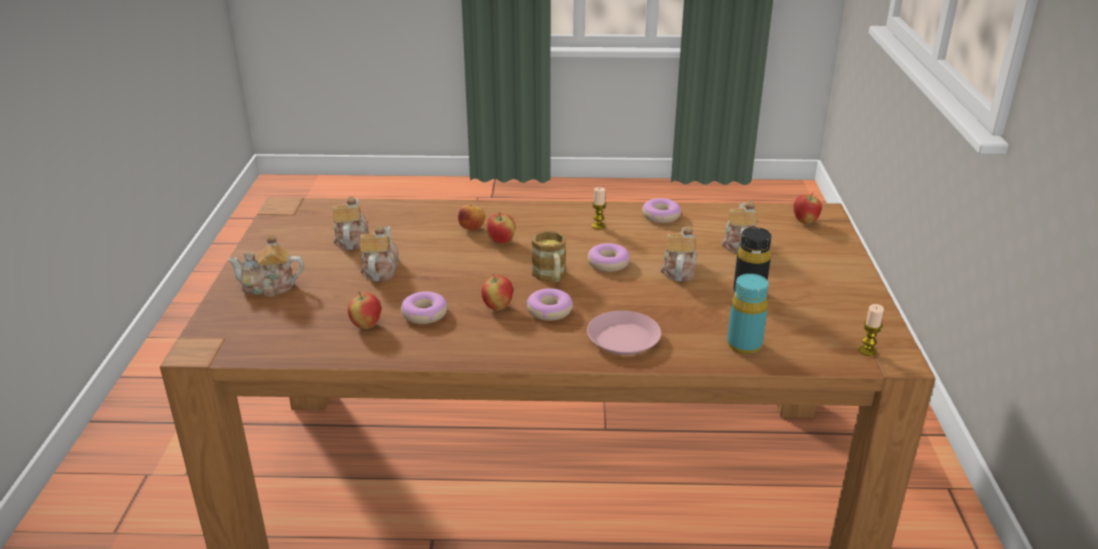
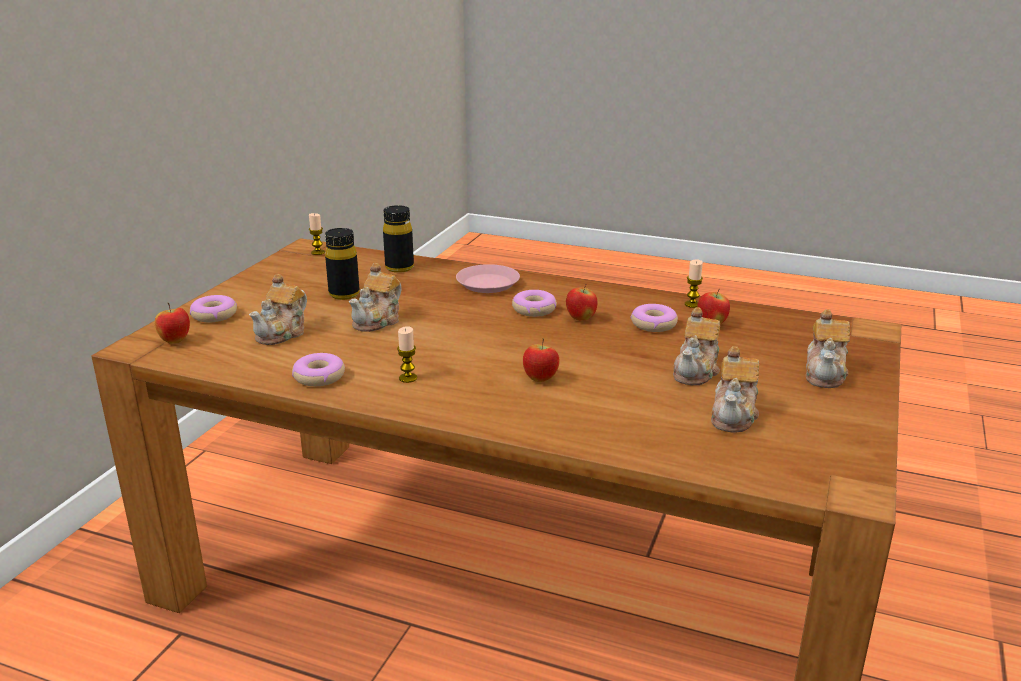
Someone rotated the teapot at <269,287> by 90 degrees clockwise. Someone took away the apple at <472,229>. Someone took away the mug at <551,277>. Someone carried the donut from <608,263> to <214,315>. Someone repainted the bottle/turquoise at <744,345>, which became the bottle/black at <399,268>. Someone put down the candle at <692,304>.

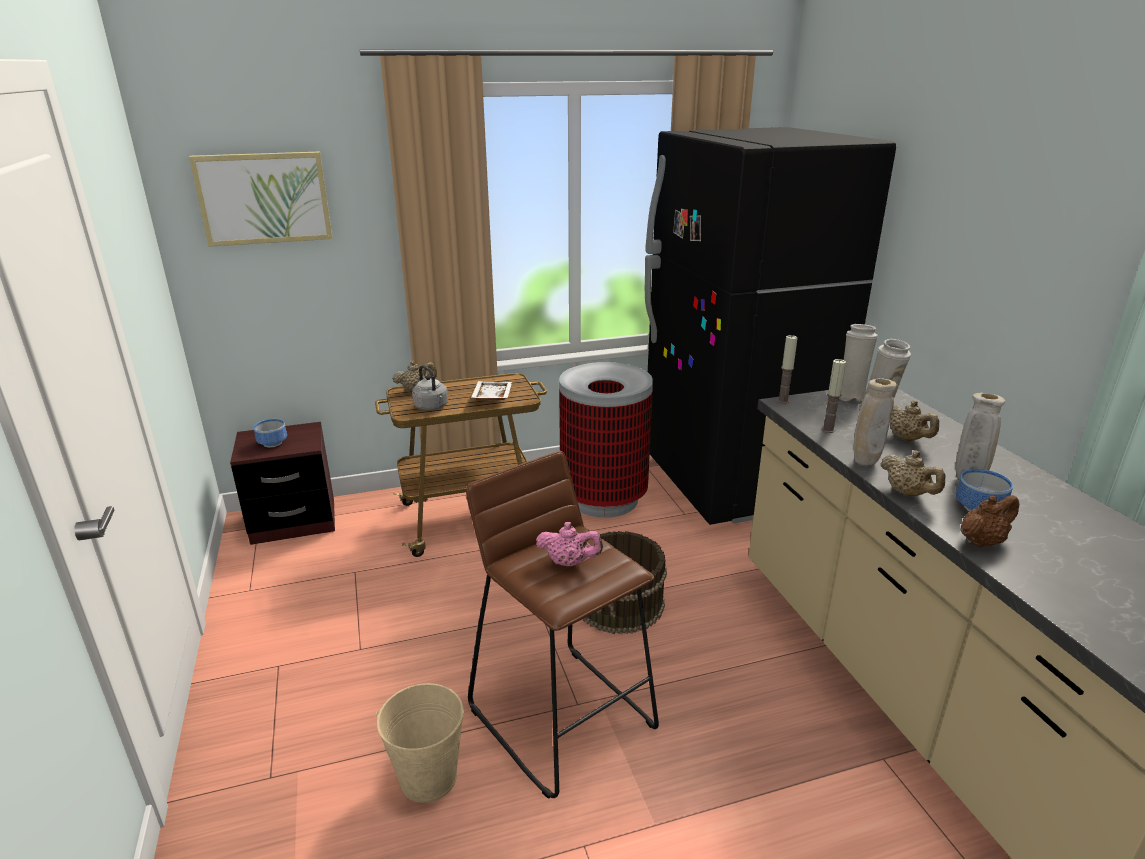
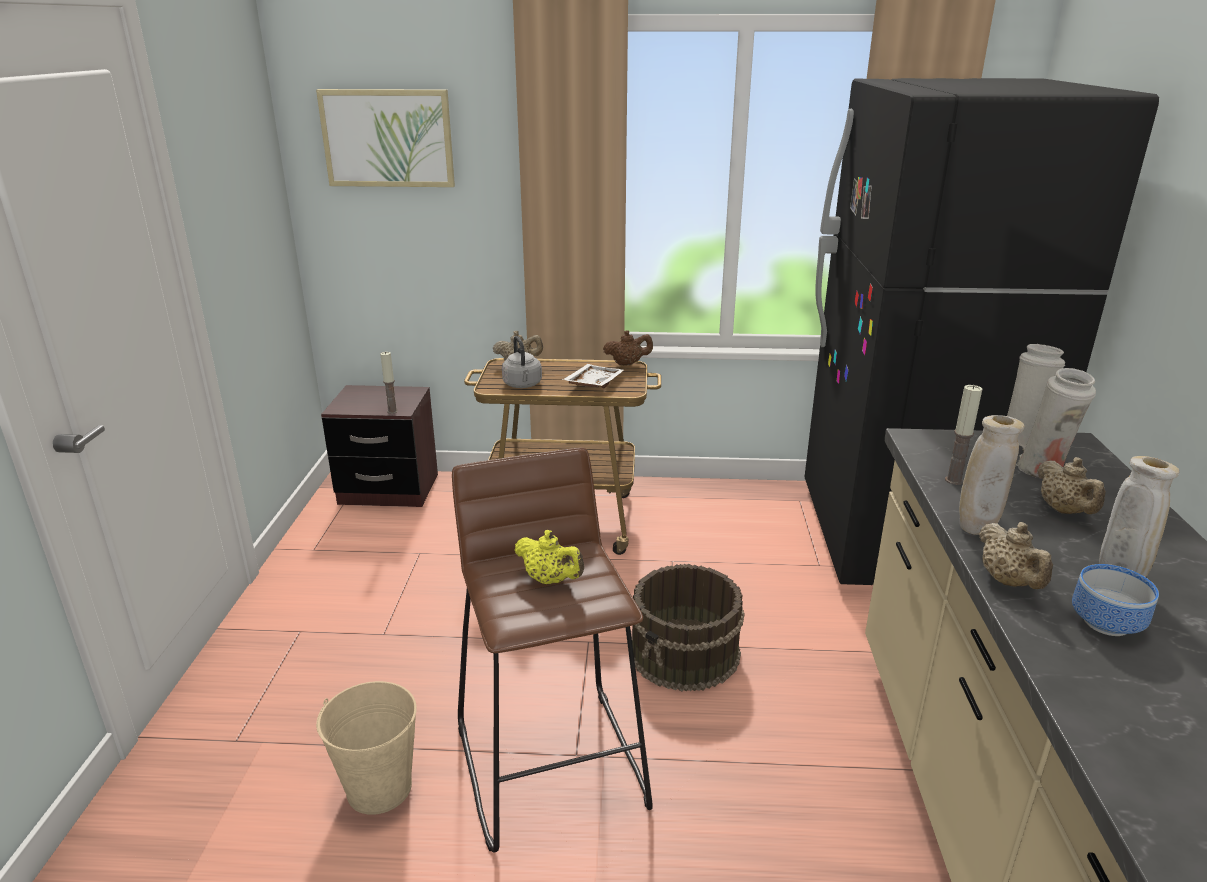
Someone took away the bowl at <274,443>. Someone repainted the teapot/pink at <569,563>, which became the teapot/yellow at <550,580>. Someone took away the trash can at <604,498>. Someone carried the candle from <783,401> to <392,411>. Someone carried the teapot/brown from <982,541> to <627,364>.

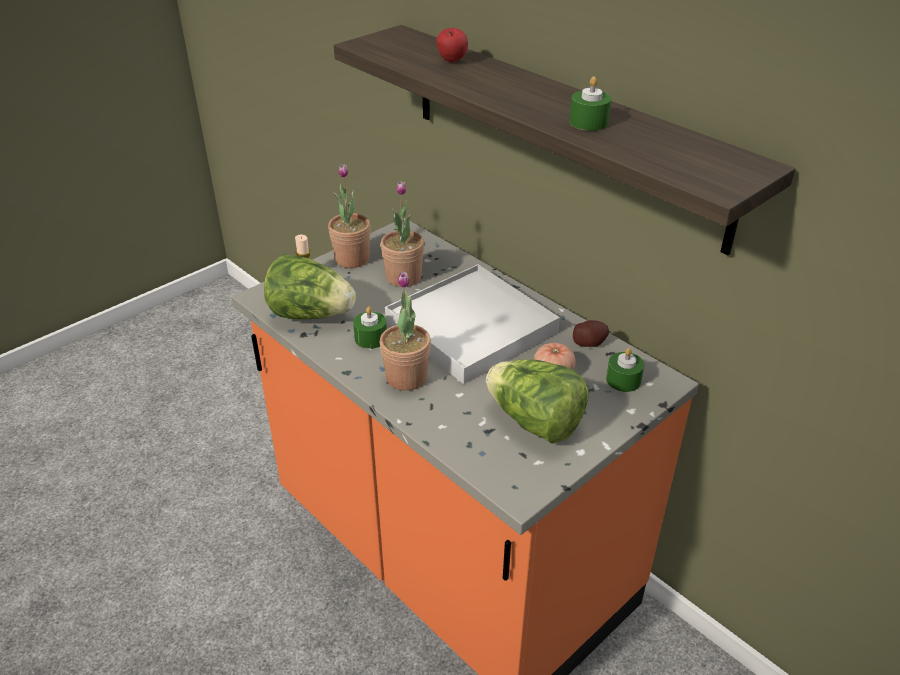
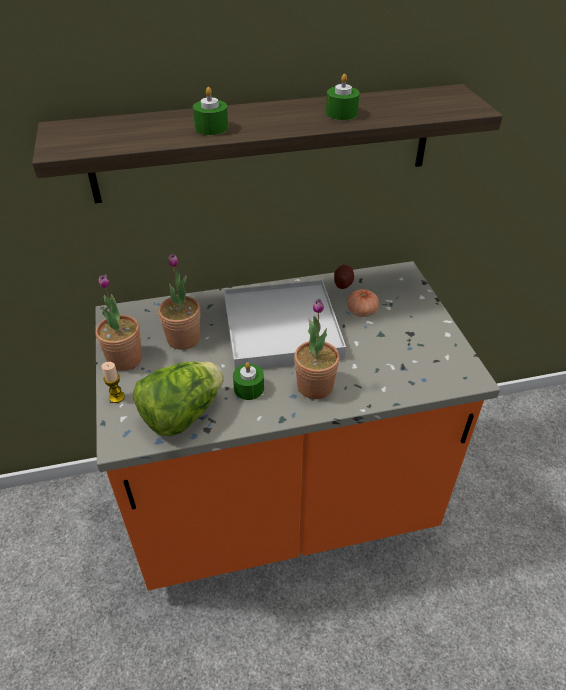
Someone took away the apple at <452,62>. Someone took away the lettuce at <534,422>. Someone carried the candle/green from <623,380> to <211,128>.

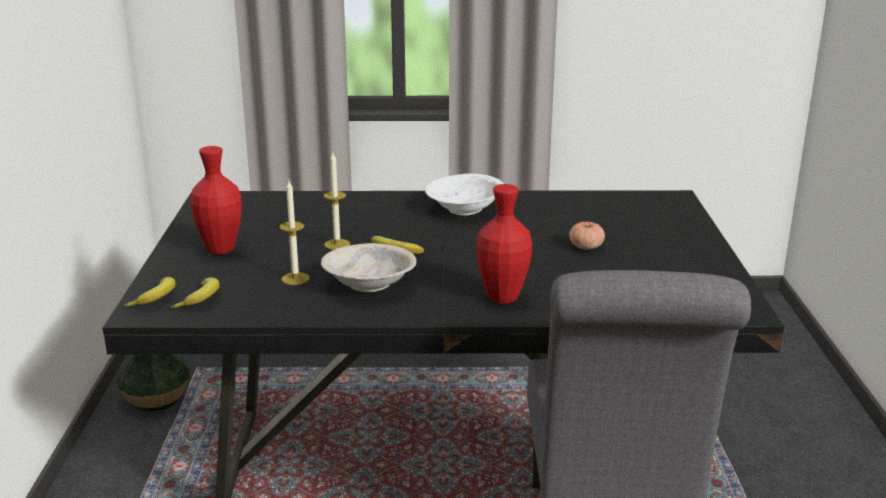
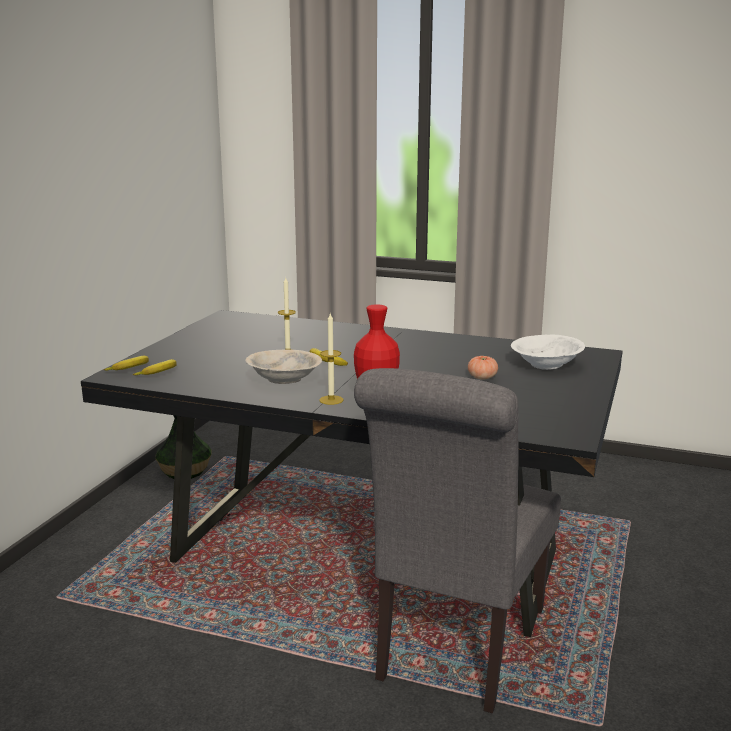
Someone took away the vase/red at <220,250>. Someone carried the candle from <295,278> to <331,400>. Someone carried the bowl/white from <465,209> to <546,365>.

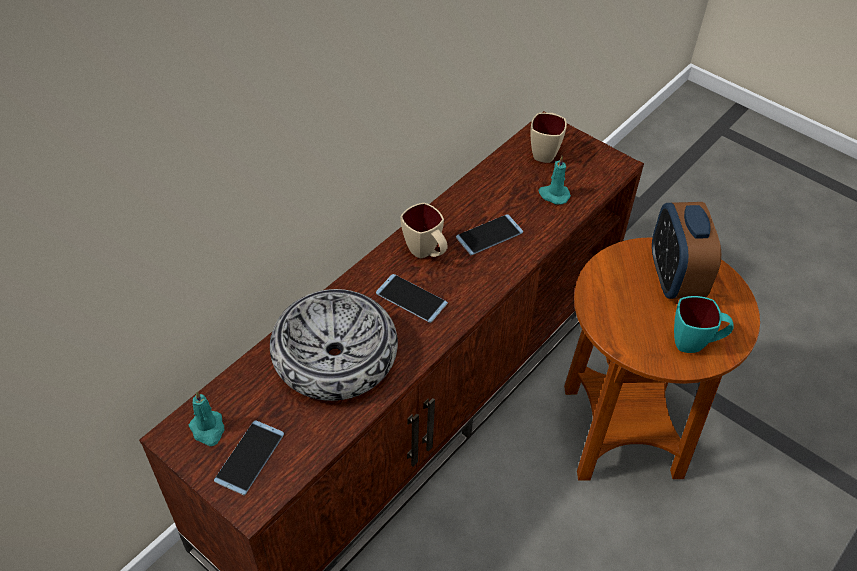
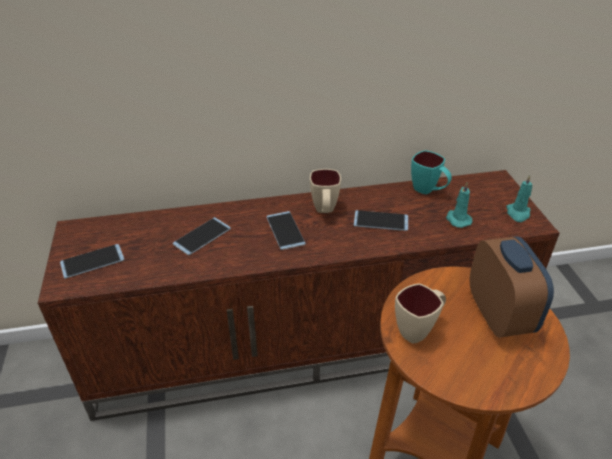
Someone carried the candle/turquoise from <208,429> to <518,213>. Someone swapped the bowl at <334,356> for the phone at <202,236>. Someone carried the mug/beige from <545,151> to <418,329>. Someone rotated the alarm clock at <674,278> by 135 degrees clockwise. Someone carried the mug/turquoise from <695,343> to <428,191>.

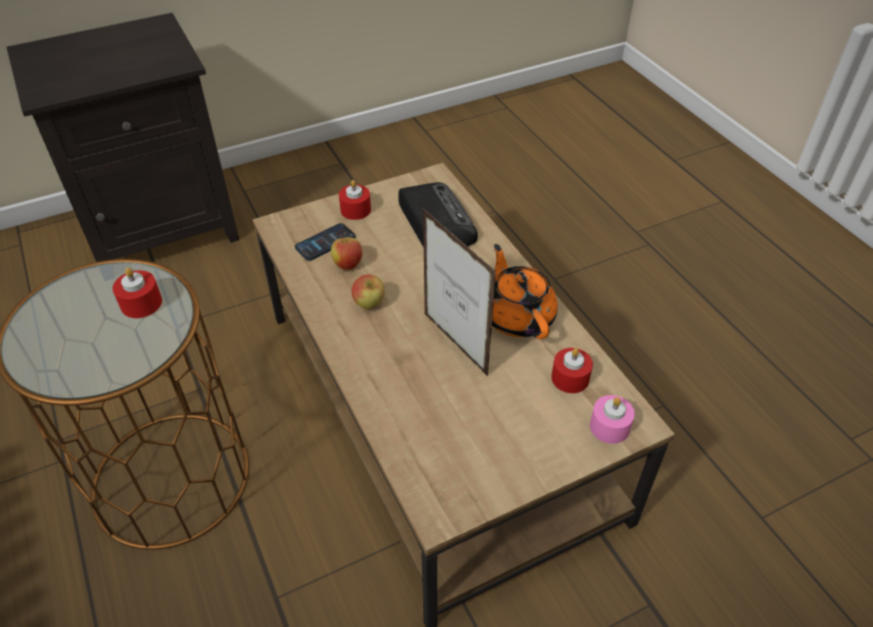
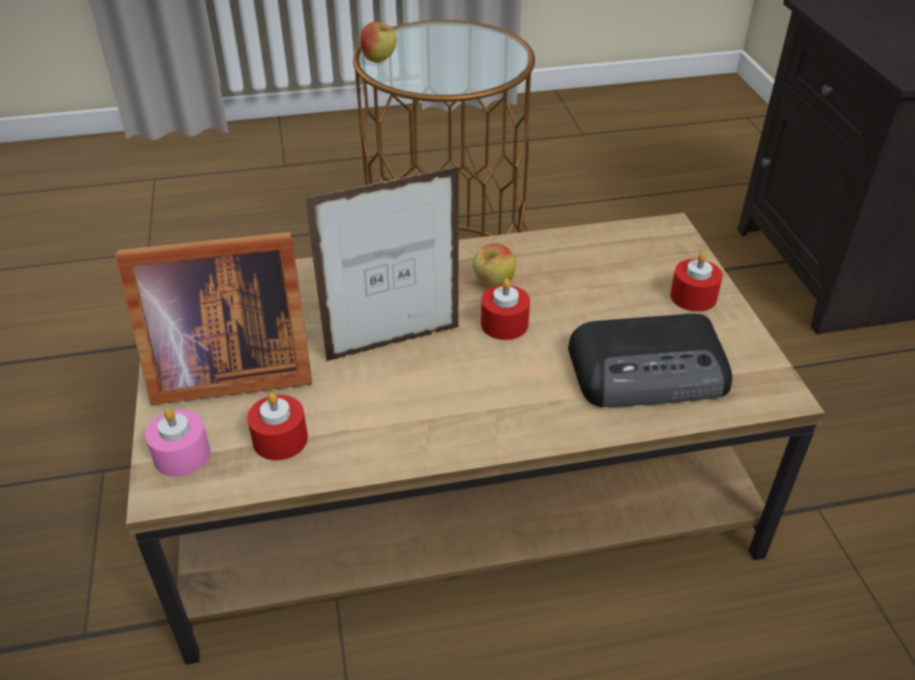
Someone carried the candle/red from <141,303> to <504,324>. Someone took away the phone at <325,242>. Someone carried the apple from <348,264> to <379,60>. Someone took away the teapot/orange at <517,316>. Someone put down the picture frame at <225,370>.

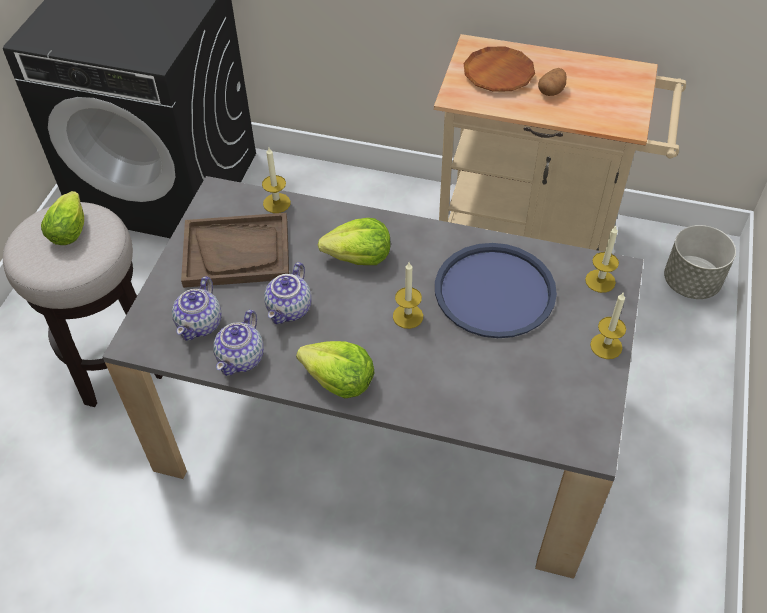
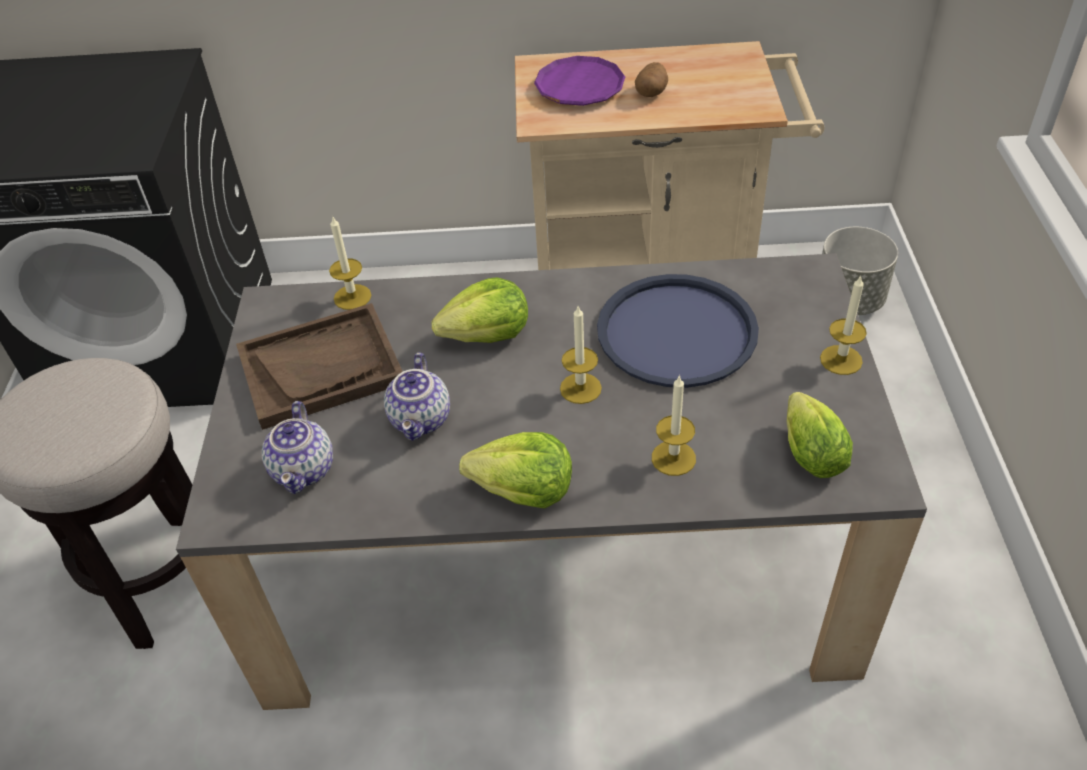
Someone carried the lettuce from <70,229> to <809,450>. Someone took away the teapot at <242,358>. Someone repainted the plate/brown at <498,74>, which became the plate/purple at <579,87>. Someone carried the candle from <600,281> to <673,458>.

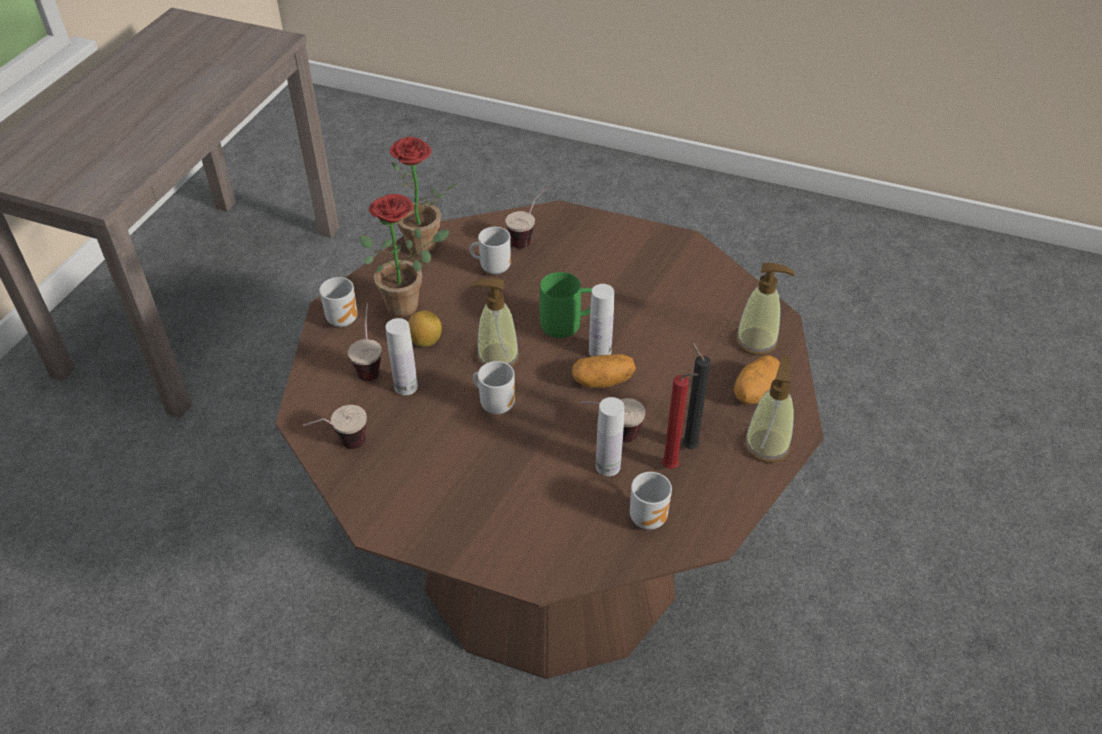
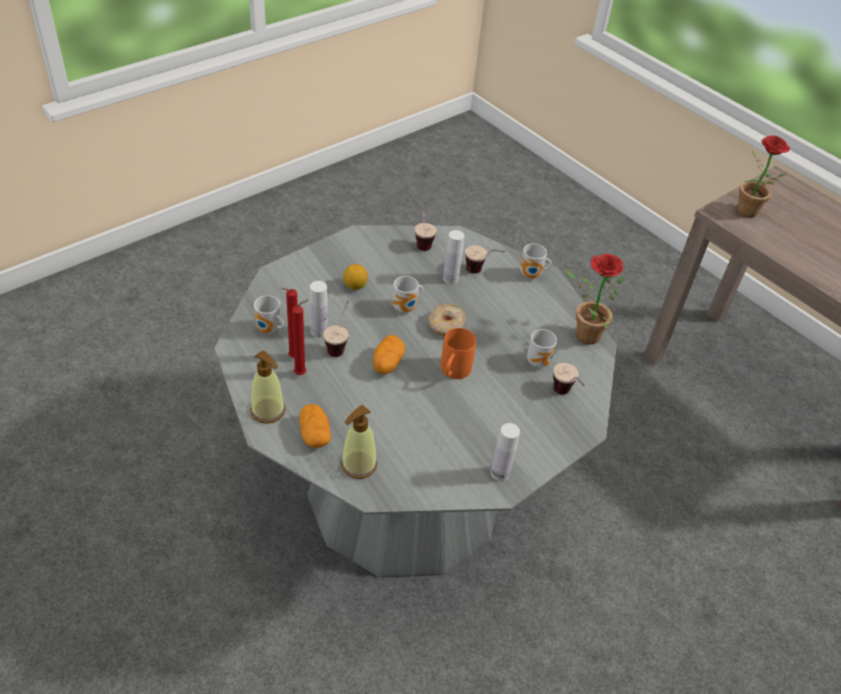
Someone repainted the dining table/brown at <551,559>, which became the dining table/grey at <405,493>. Someone carried the potted plant from <409,303> to <748,214>. Someone carried the lemon from <426,341> to <355,286>. Someone swapped the soap dispenser at <497,357> for the donut at <446,325>. Someone repainted the mug/green at <570,324>, which became the mug/orange at <453,373>. Someone carried the bottle/white from <600,352> to <500,473>. Someone repainted the candle/black at <687,445>, which became the candle/red at <302,373>.

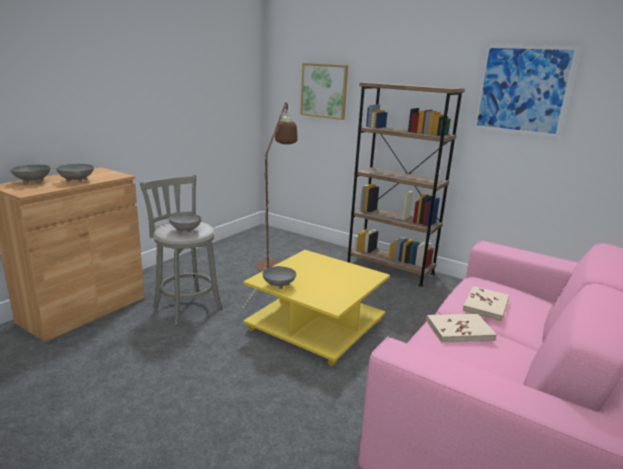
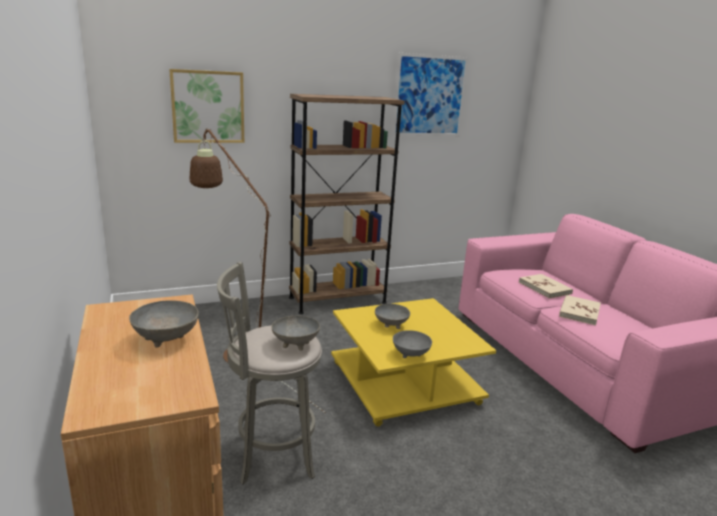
Someone carried the bowl/grey from <33,182> to <390,325>.

